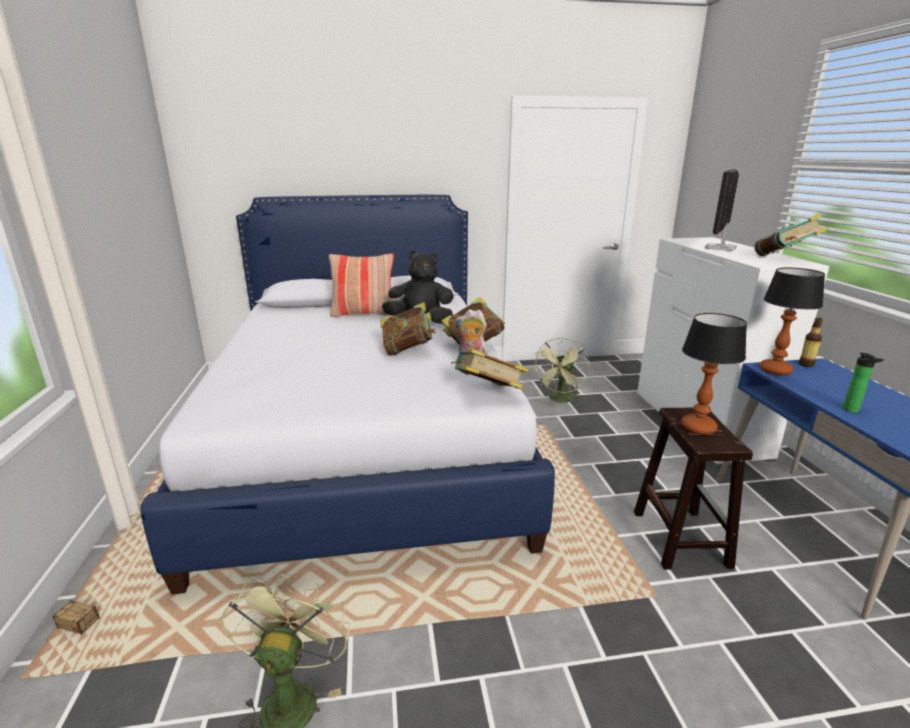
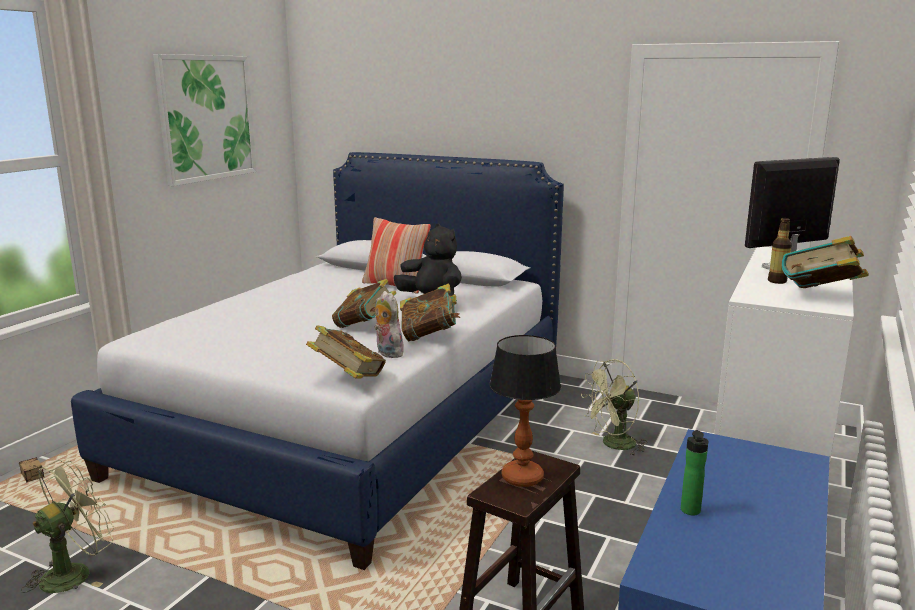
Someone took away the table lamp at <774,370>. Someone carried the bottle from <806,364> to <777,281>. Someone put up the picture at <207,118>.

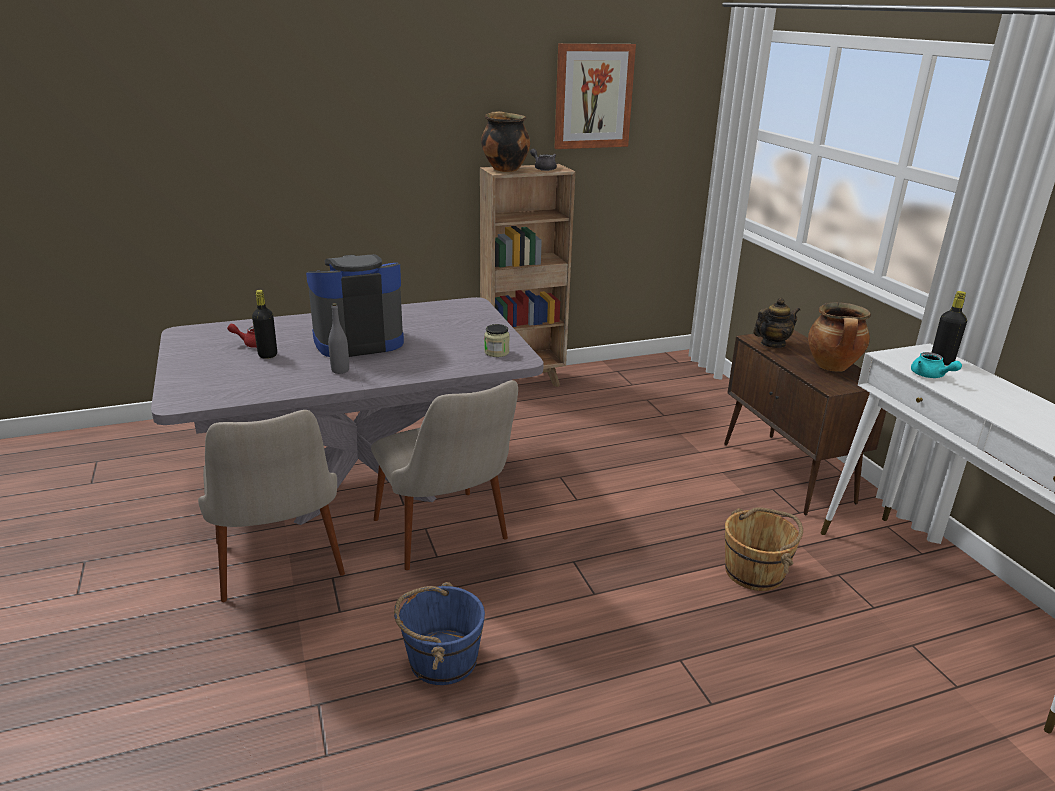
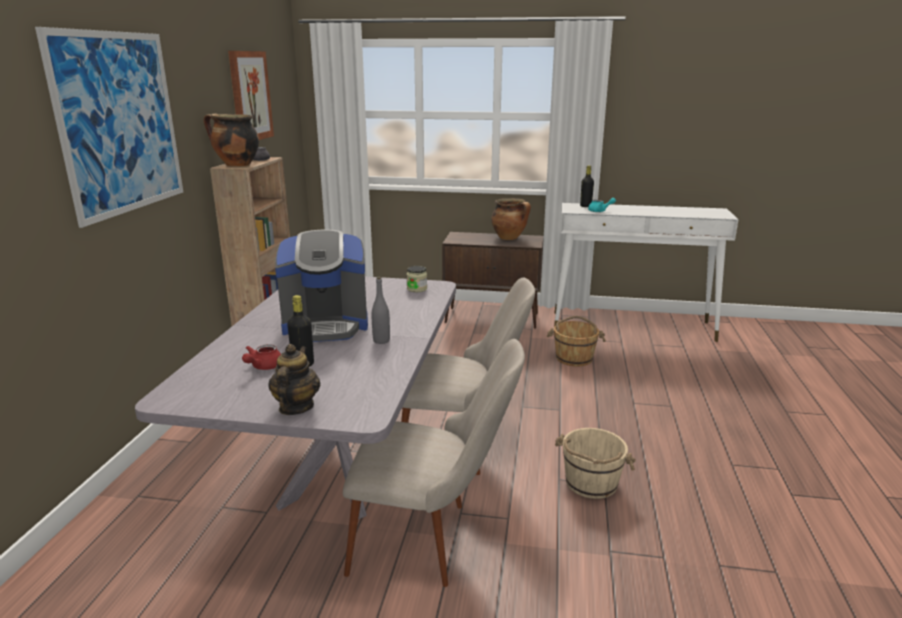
Someone rotated the coffee machine at <358,341> by 105 degrees counterclockwise. Someone repainted the bucket/blue at <441,659>, which became the bucket/beige at <590,483>. Someone carried the teapot from <772,344> to <295,407>. Someone put up the picture at <120,123>.

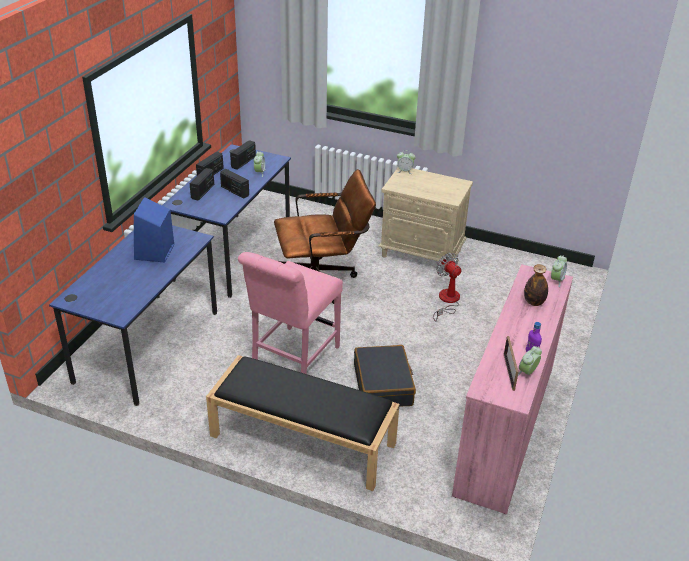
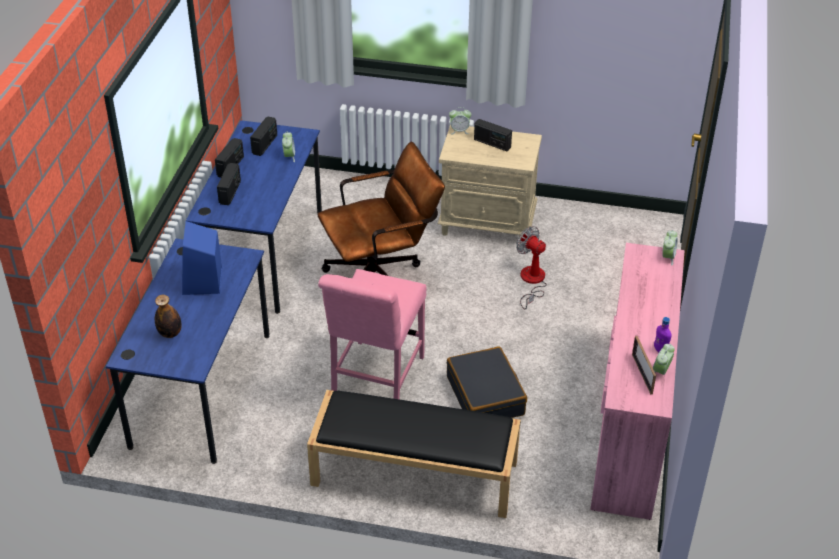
Someone carried the radio from <234,191> to <492,143>. Someone carried the bottle from <534,302> to <170,333>.

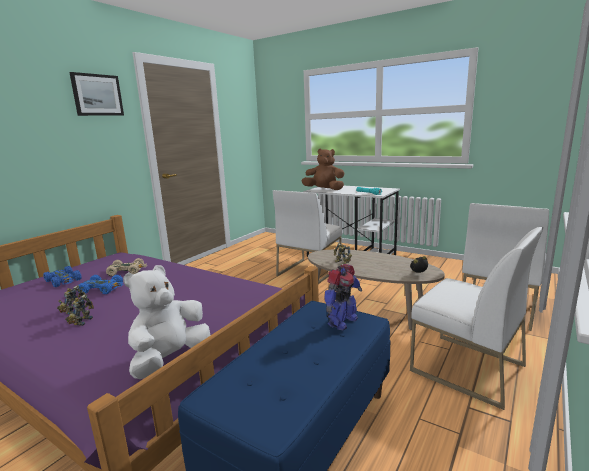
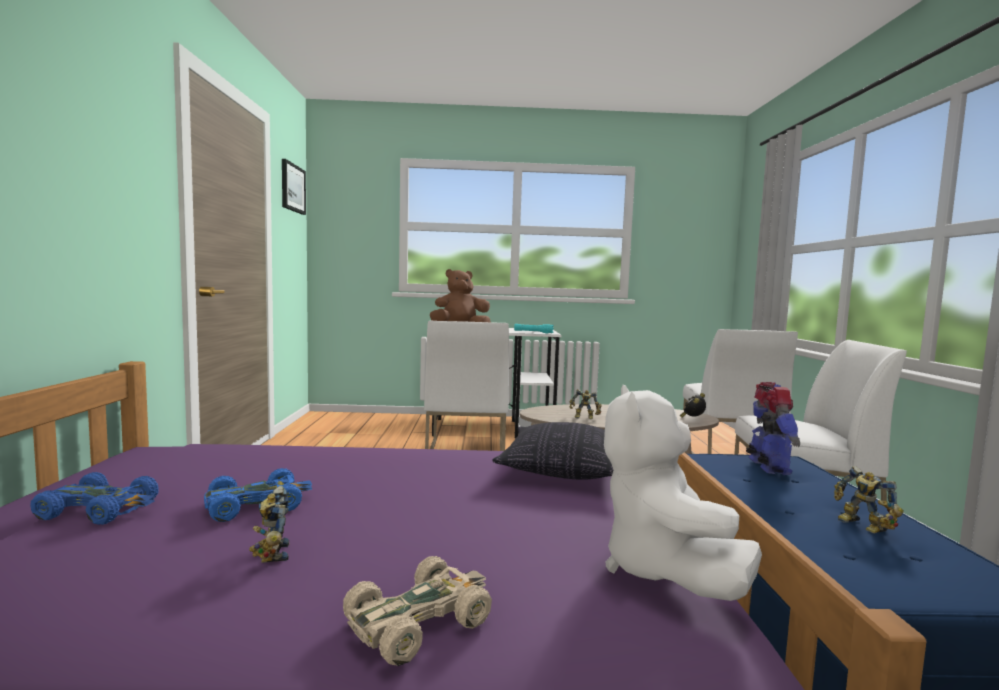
Someone carried the toy robot from <81,321> to <861,526>. Someone carried the picture from <97,95> to <292,188>. Someone carried the toy car/beige from <127,271> to <419,621>. Someone put down the pillow at <563,470>.

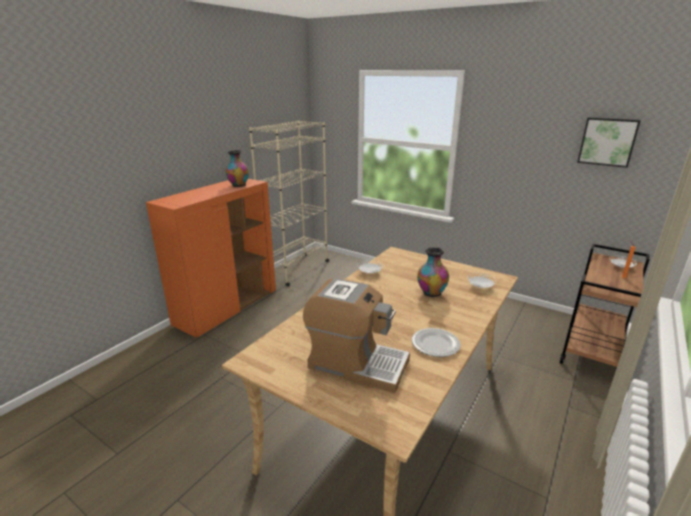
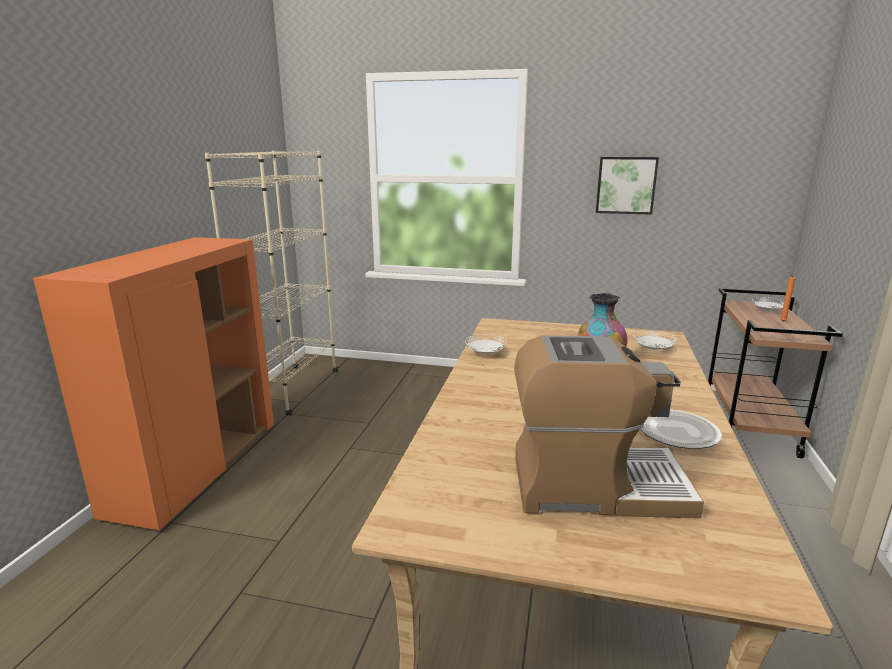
Someone took away the vase at <238,185>. Someone carried the picture from <607,141> to <626,185>.

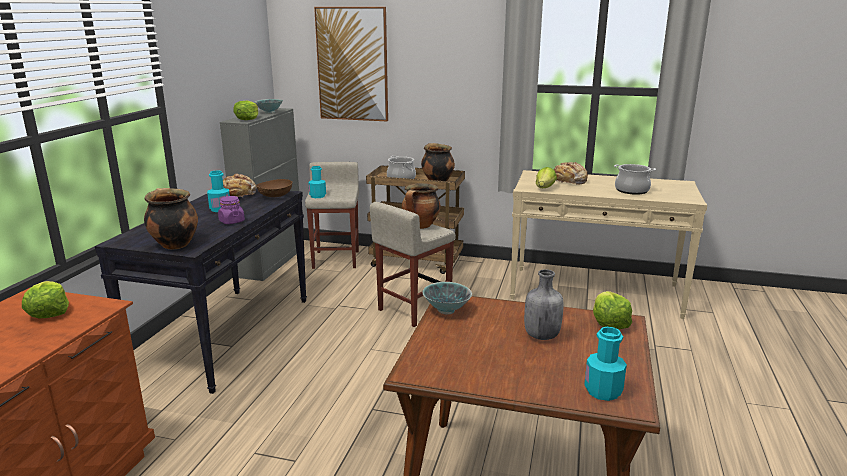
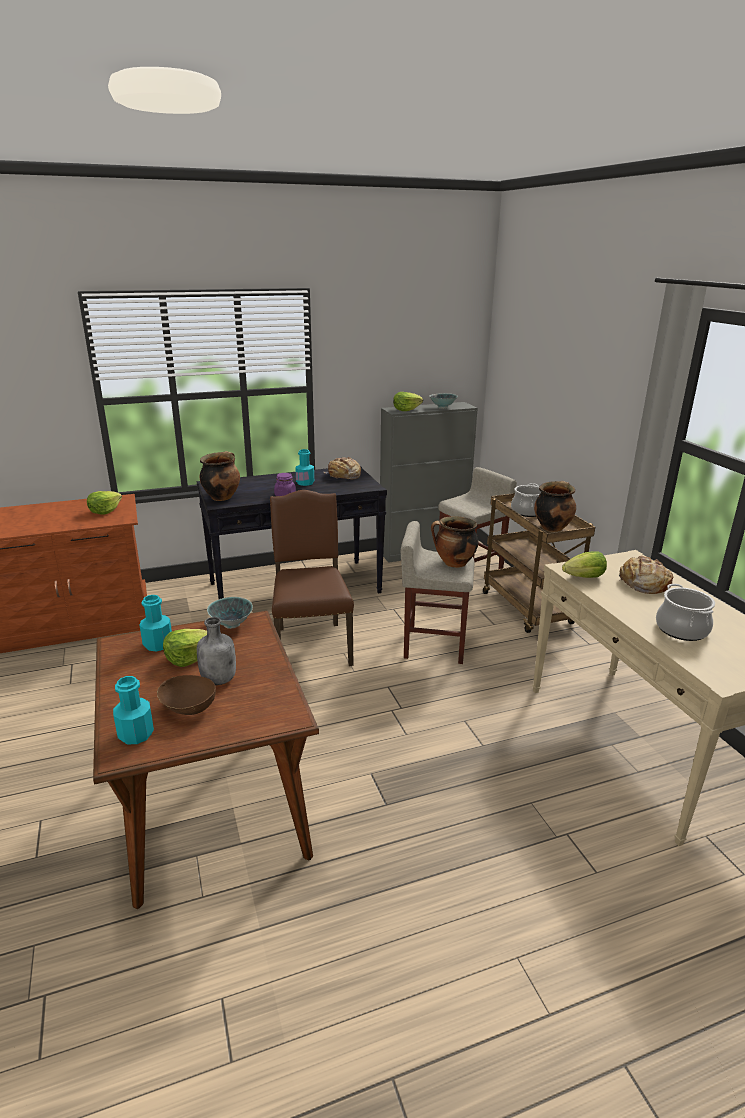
Someone carried the bowl/brown from <275,196> to <188,708>. Someone carried the bottle/turquoise from <317,196> to <158,644>. Someone took away the picture at <352,64>. Someone carried the lettuce from <609,323> to <189,657>. Someone put down the chair/brown at <311,645>.

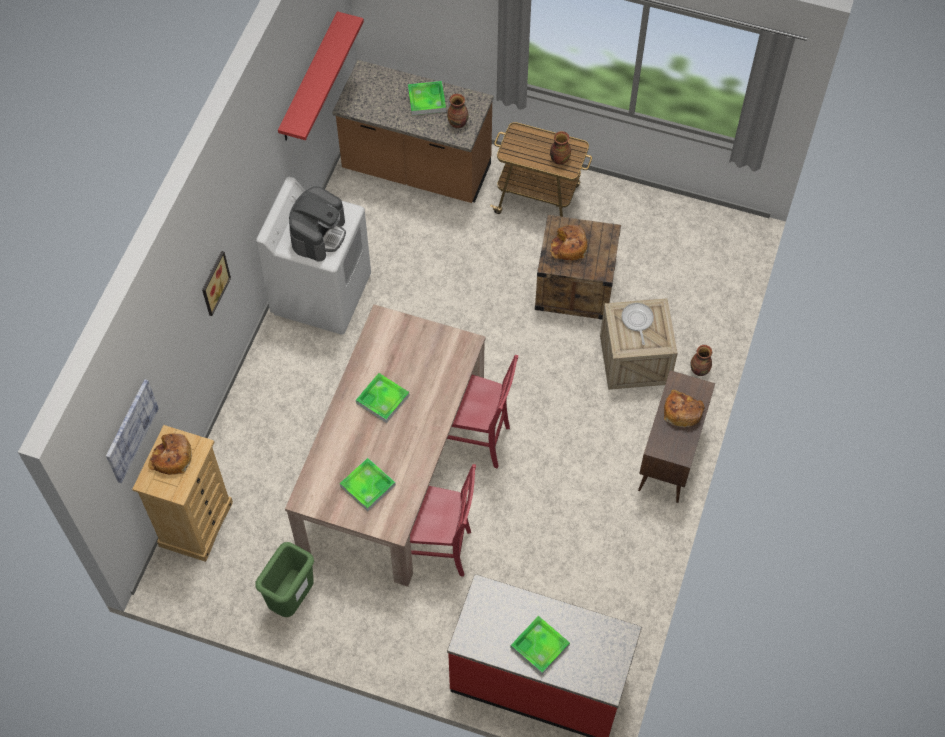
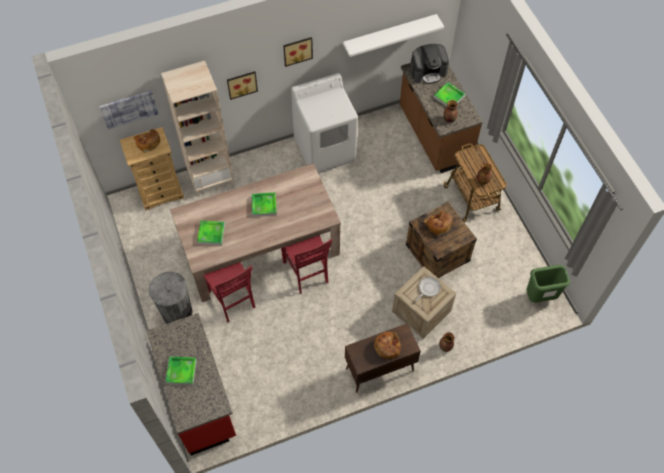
Someone carried the trash can/green from <291,598> to <540,296>. Someone repainted the shelf/red at <309,79>, which became the shelf/white at <389,34>. Someone carried the coffee machine from <318,234> to <428,71>. Someone put down the trash can/grey at <177,312>. Someone put down the bookcase/beige at <211,178>. Someone put up the picture at <297,50>.

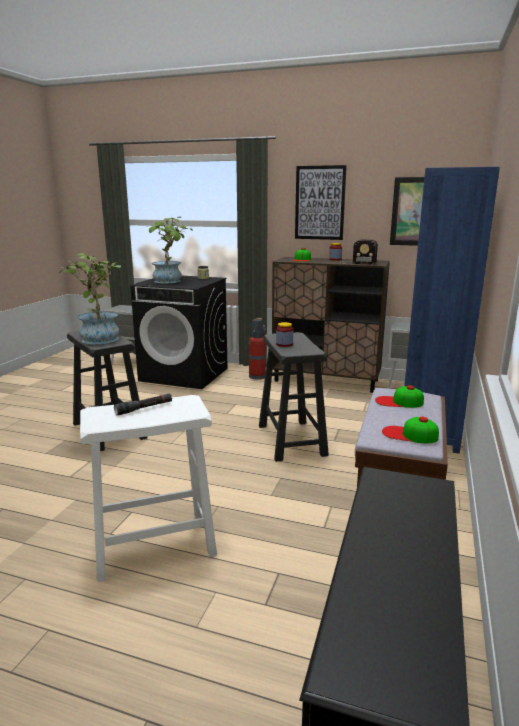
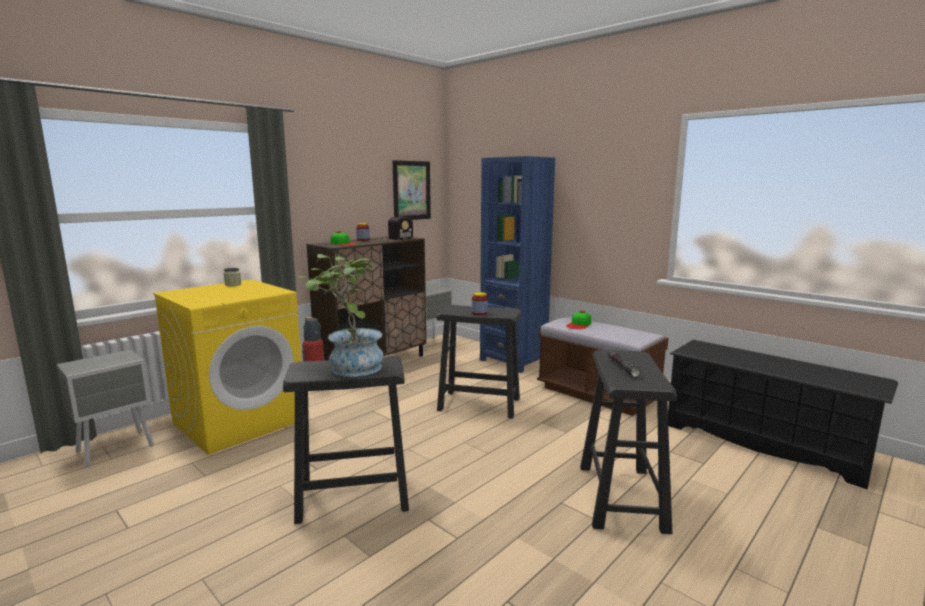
Someone repainted the stool/white at <153,544>, which became the stool/black at <621,497>. Someone repainted the washing machine/black at <185,374>, which became the washing machine/yellow at <240,421>. Someone took away the potted plant at <171,281>. Someone took away the picture at <320,203>. Someone took away the cap at <409,434>.

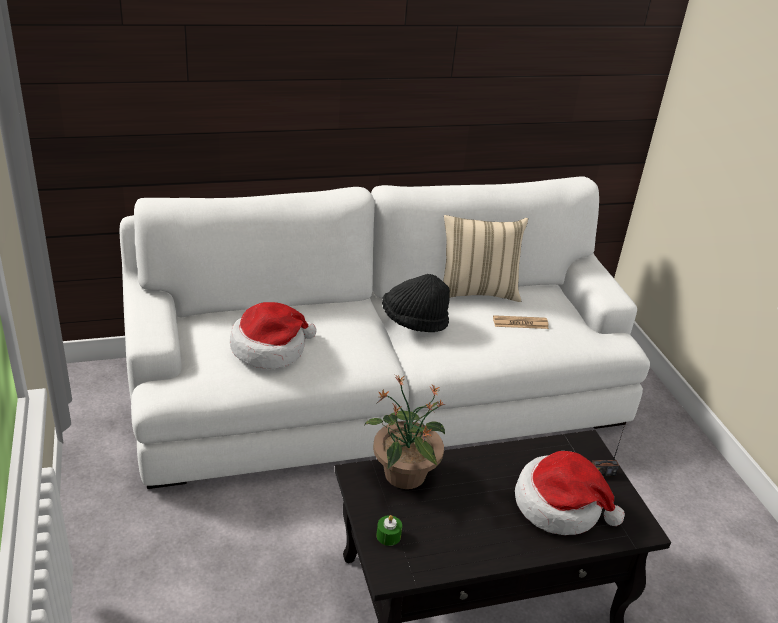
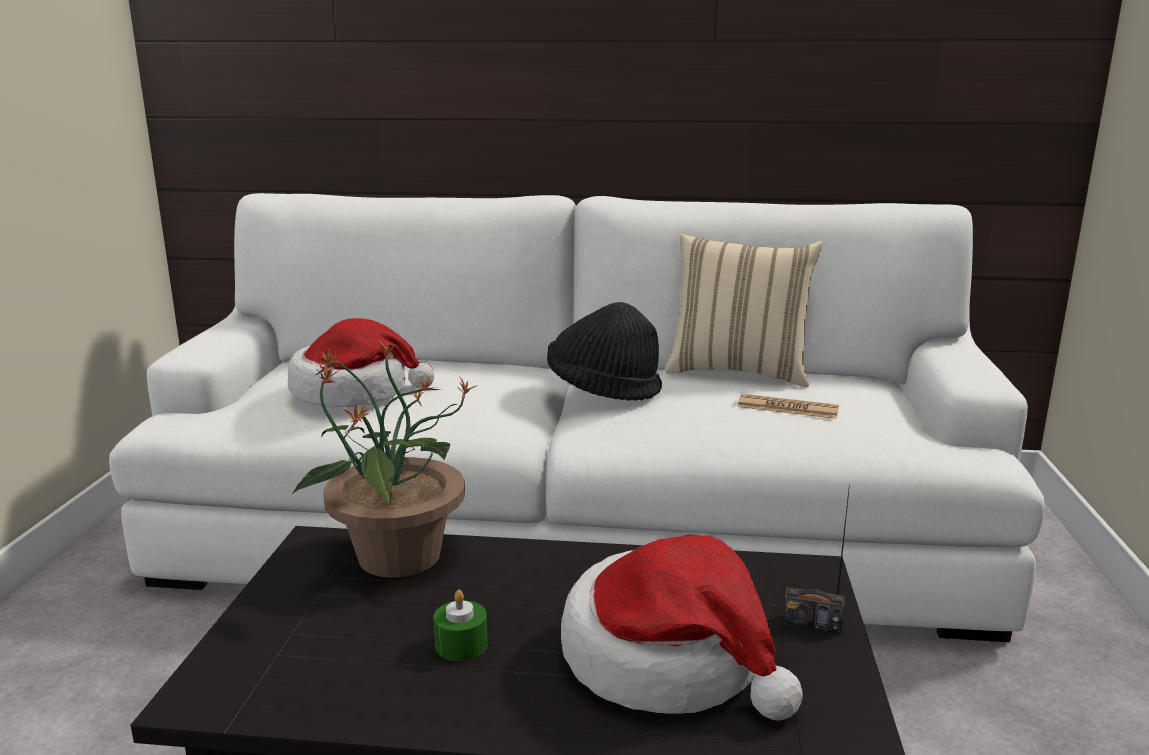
Someone carried the candle/green from <388,536> to <461,644>.

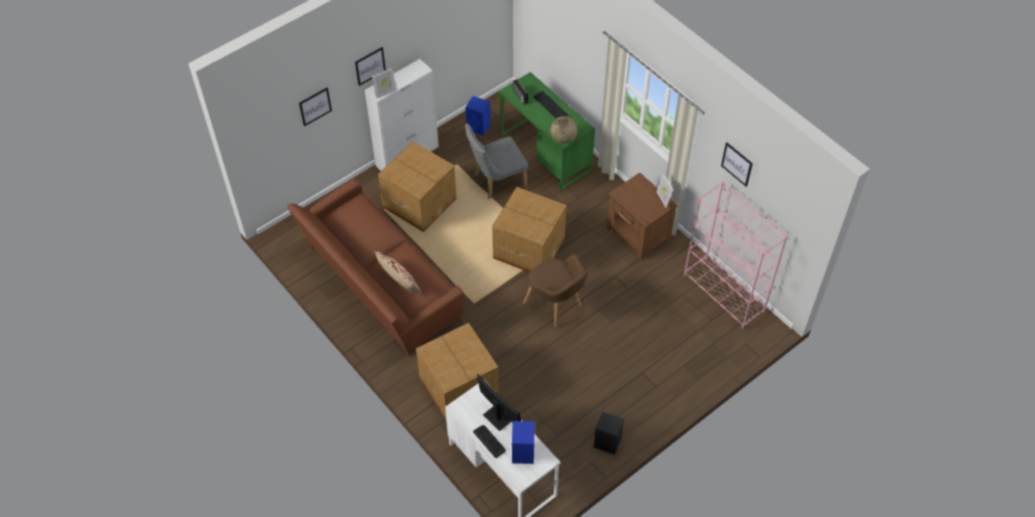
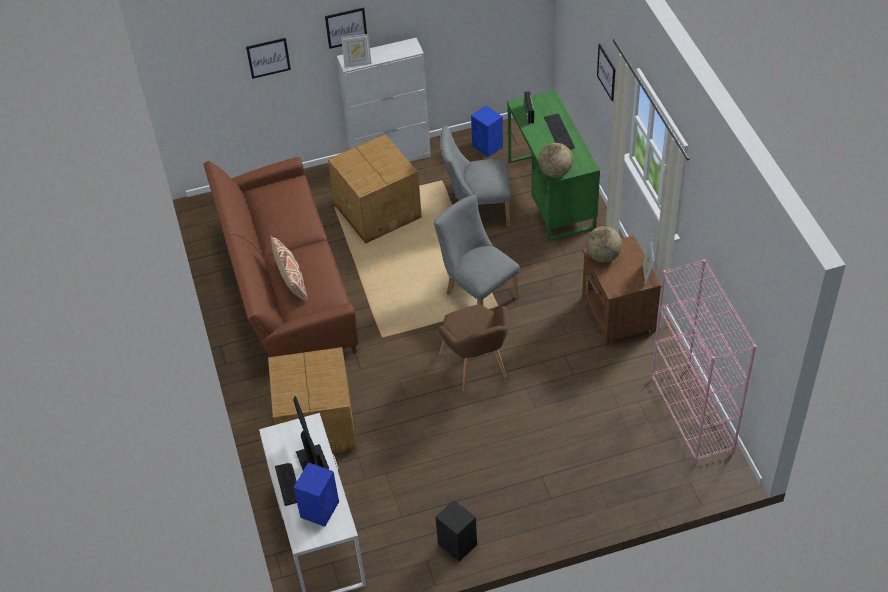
Someone swapped the cardboard box at <528,247> for the chair/grey at <477,293>. Someone carried the picture from <737,164> to <606,72>. Someone put down the globe at <603,256>.

